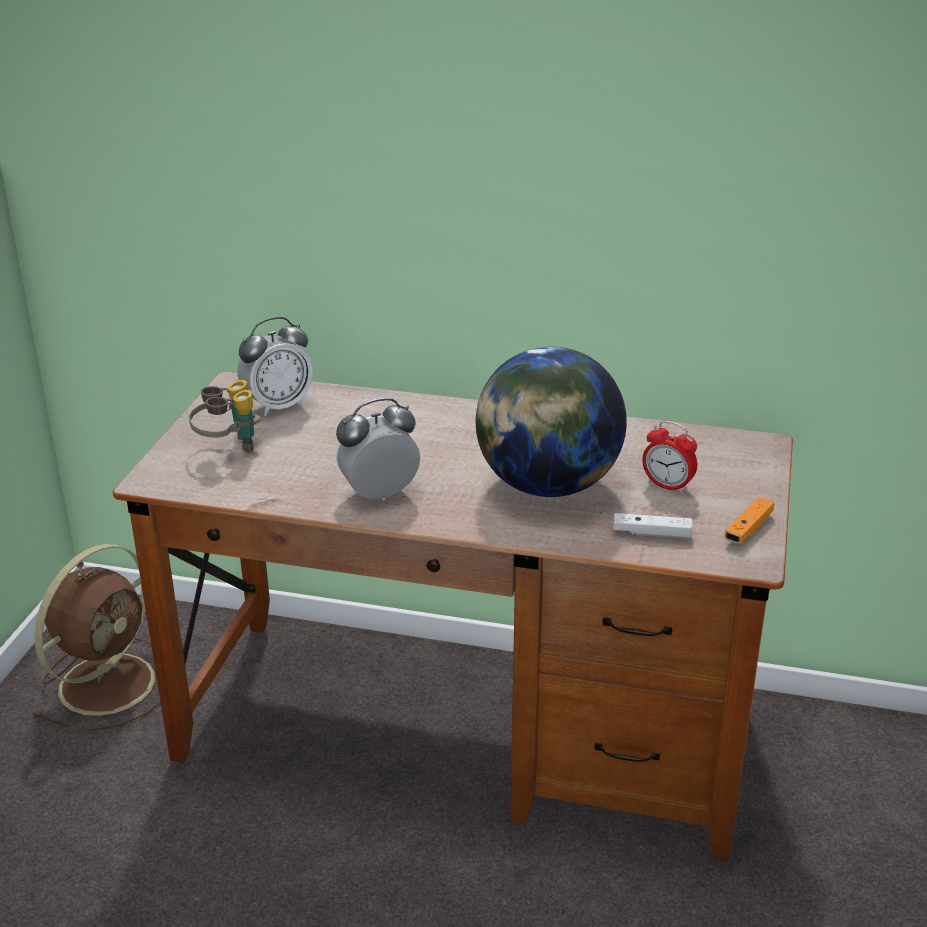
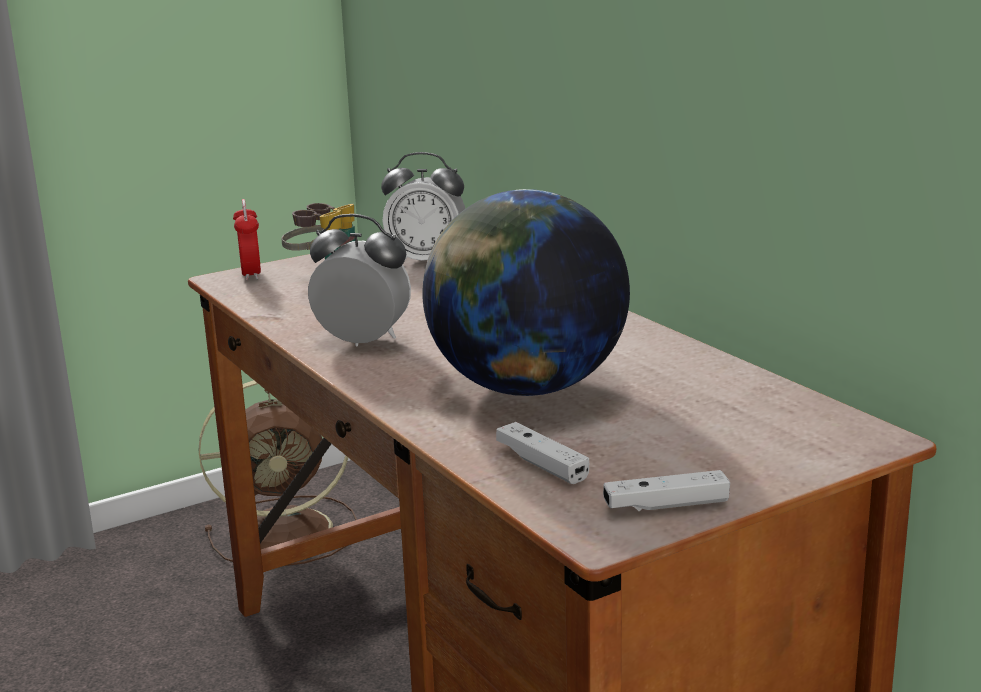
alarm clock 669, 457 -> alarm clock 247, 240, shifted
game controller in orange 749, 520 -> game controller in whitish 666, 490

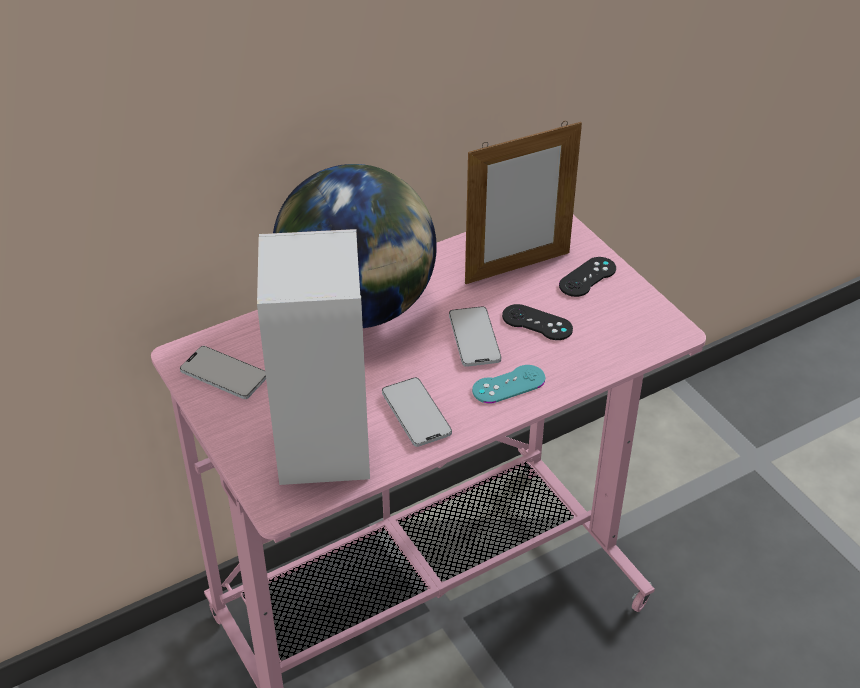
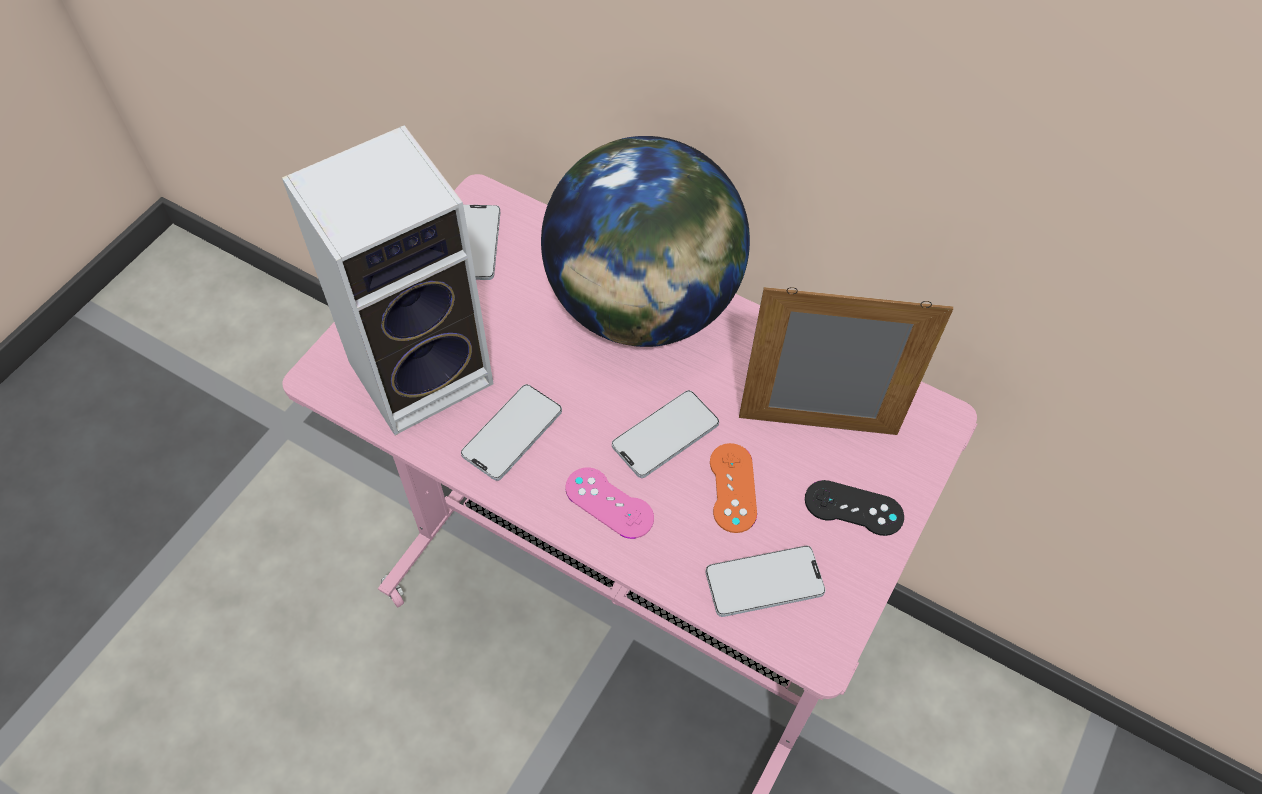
none -> handset 765, 581
game controller in turquoise-coloured 508, 384 -> game controller in pinkish 609, 503
game controller in blackish 537, 322 -> game controller in orange 733, 488
photo frame 523, 202 -> photo frame 846, 361, 150 degrees clockwise

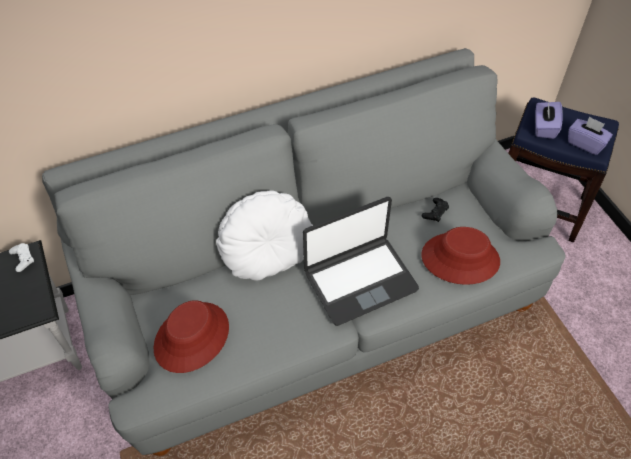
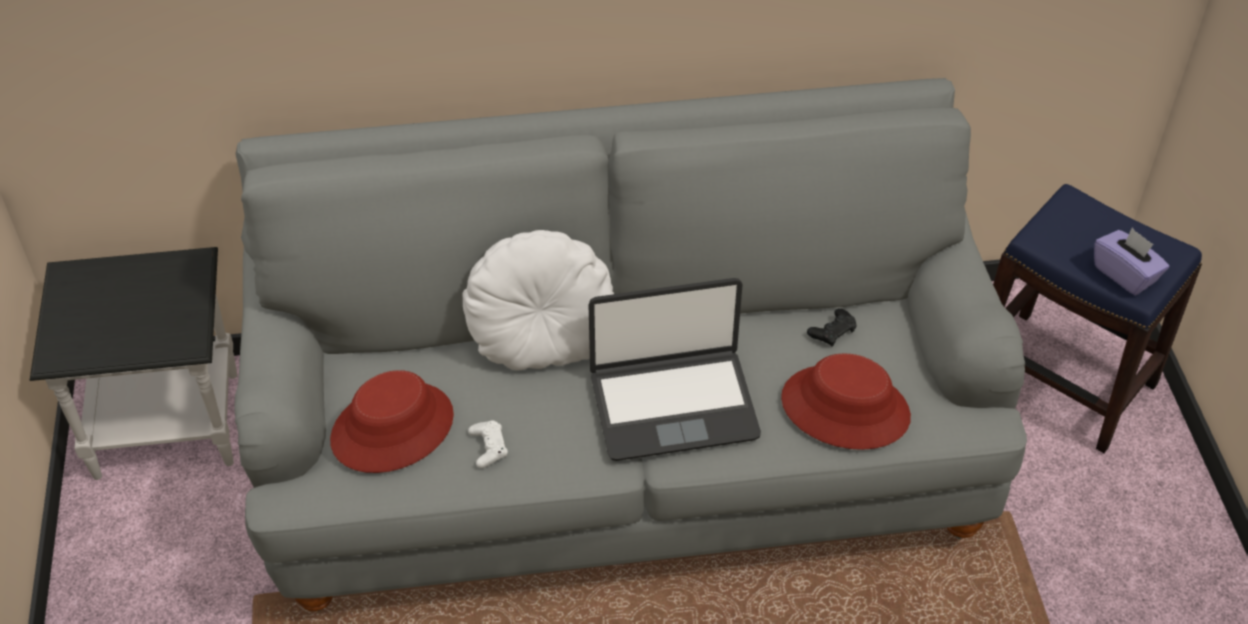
tissue holder in purple-coloured 549, 120 -> none
game controller in whitish 21, 257 -> game controller in whitish 488, 444, shifted

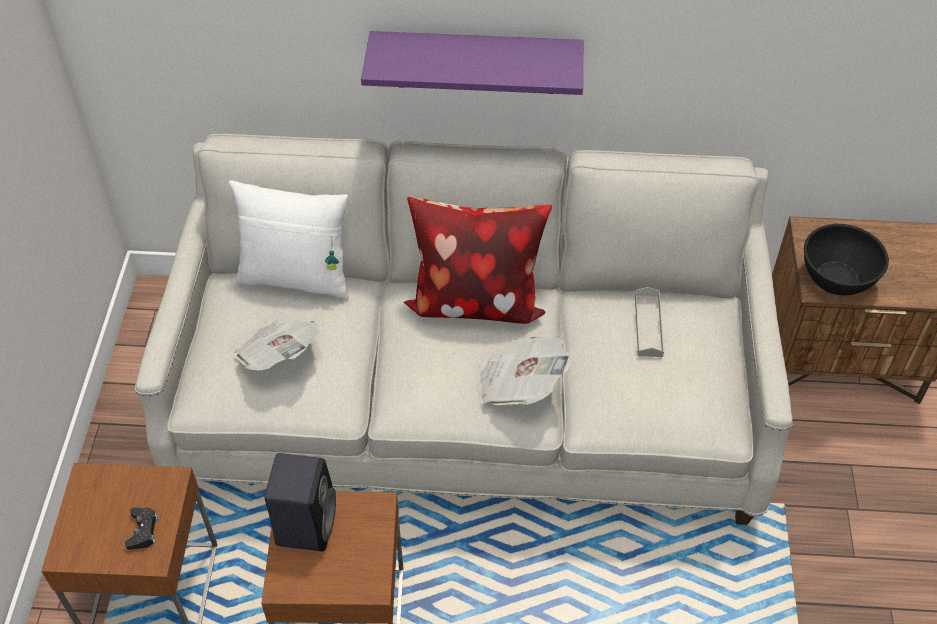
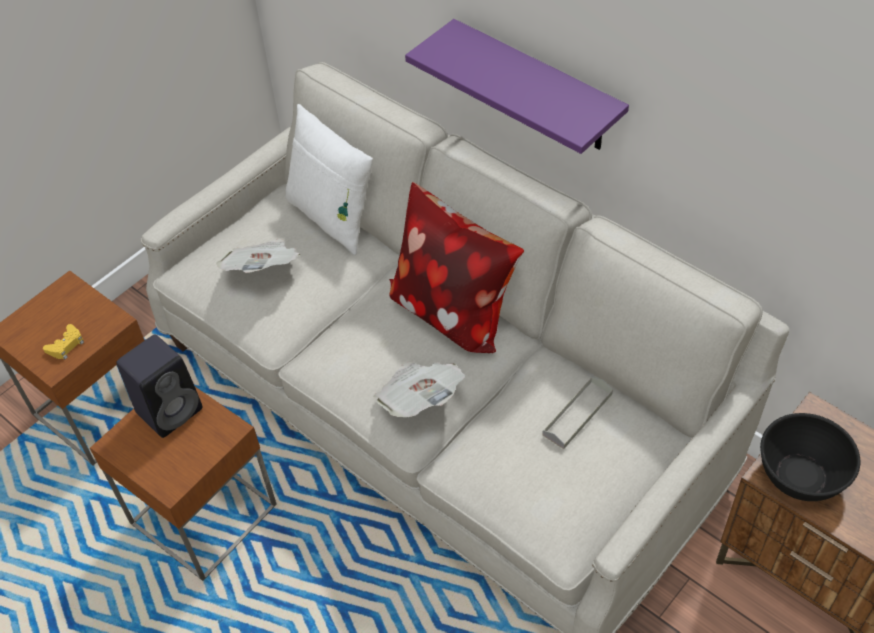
game controller in blackish 142, 528 -> game controller in yellow 63, 341

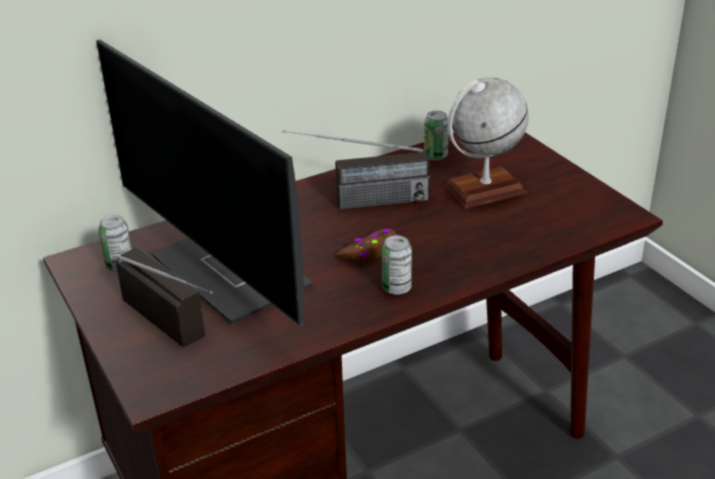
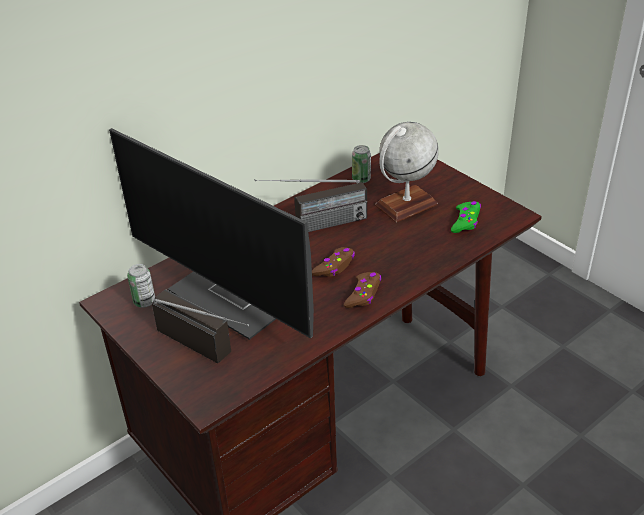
none -> game controller in green 466, 217
metal can 397, 265 -> game controller in brown 362, 290

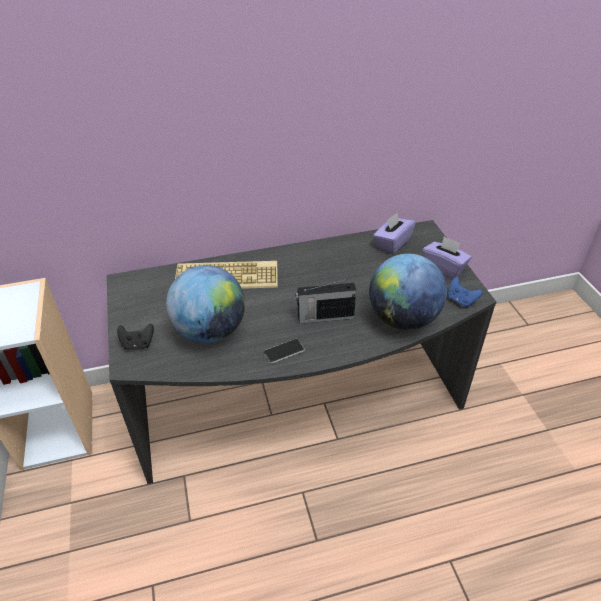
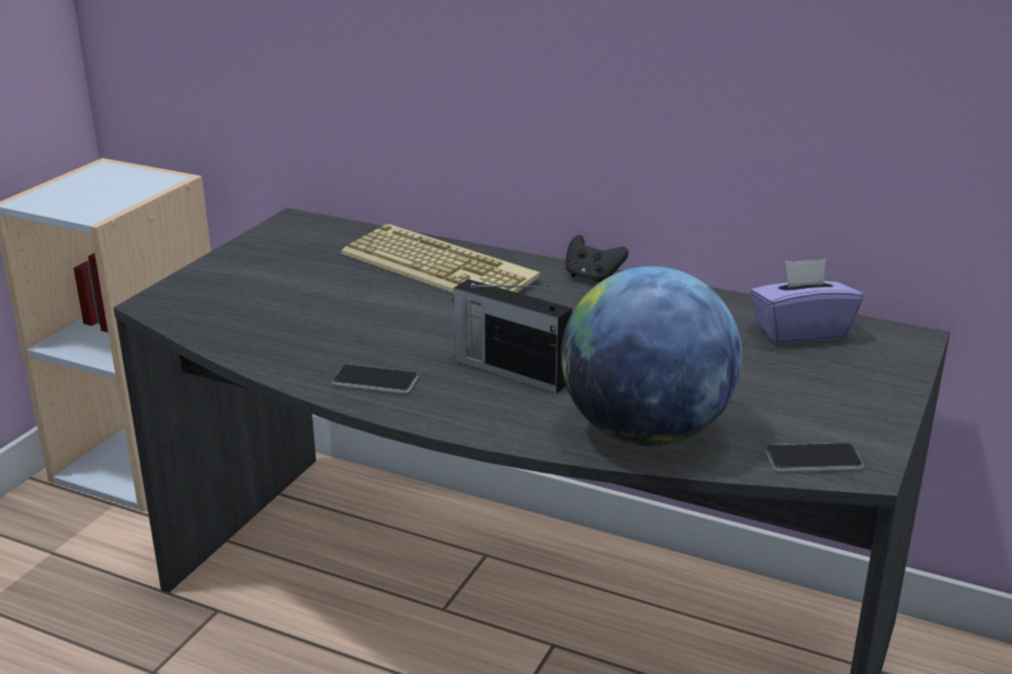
world globe 205, 304 -> none
tissue holder in purple-coloured 447, 257 -> none
game controller in blackish 135, 337 -> game controller in blackish 596, 258, shifted
game controller in blue 465, 292 -> handset 814, 457

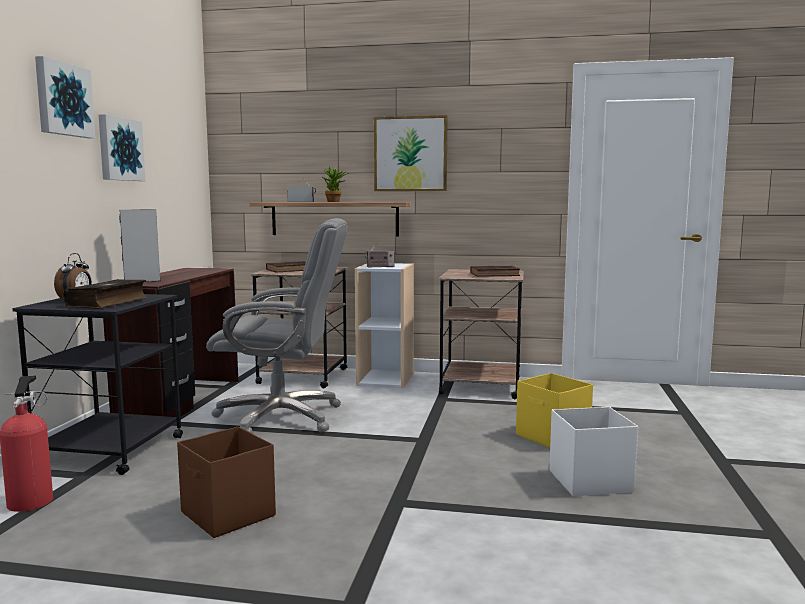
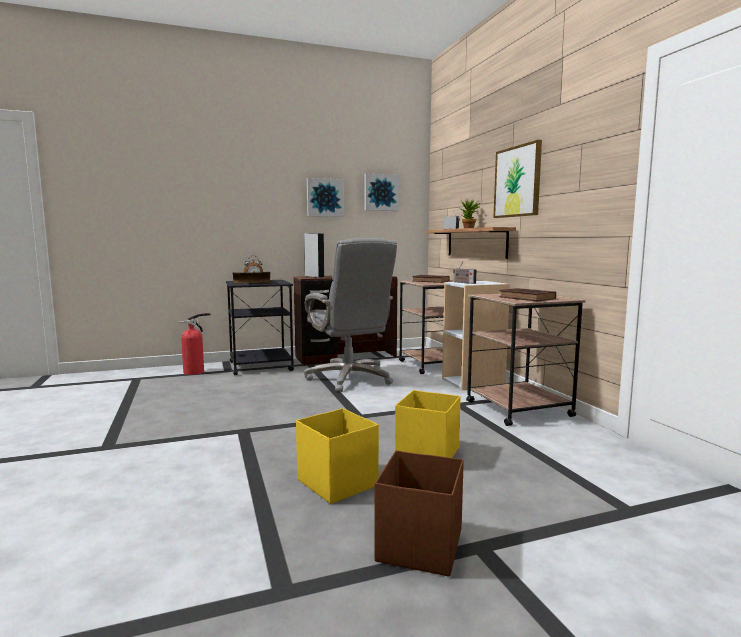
wall picture 65, 97 -> wall picture 381, 192, shifted
storage bin in brown 226, 482 -> storage bin in brown 419, 513, shifted
storage bin in whitish 593, 451 -> storage bin in yellow 337, 456

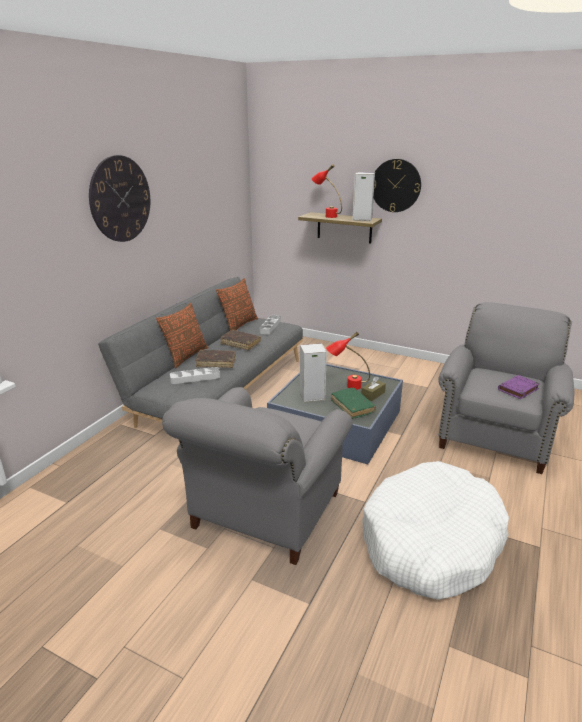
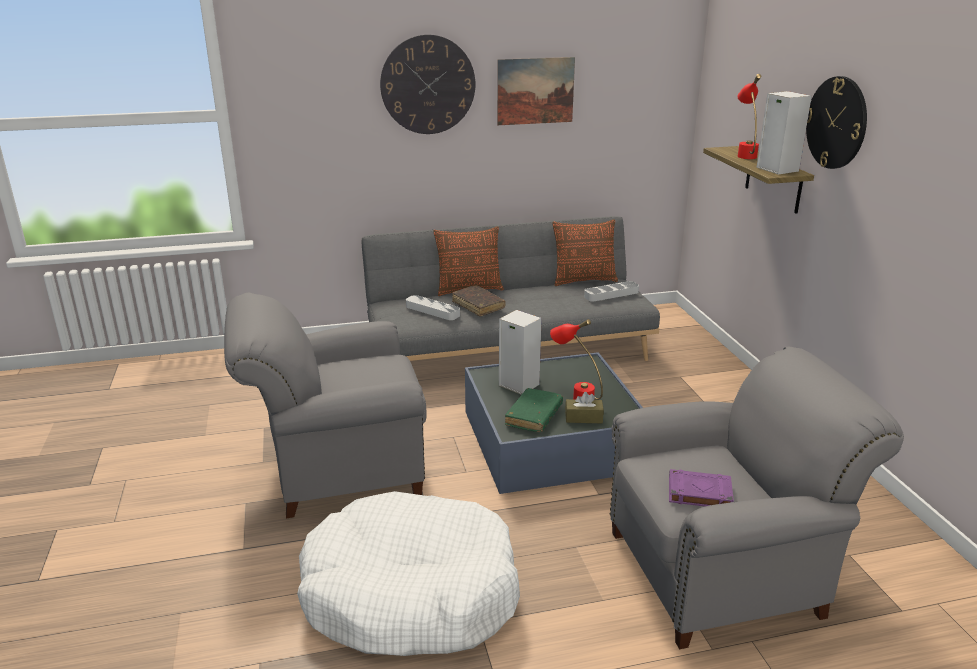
bound book in brown 240, 340 -> none
none -> wall picture 536, 91

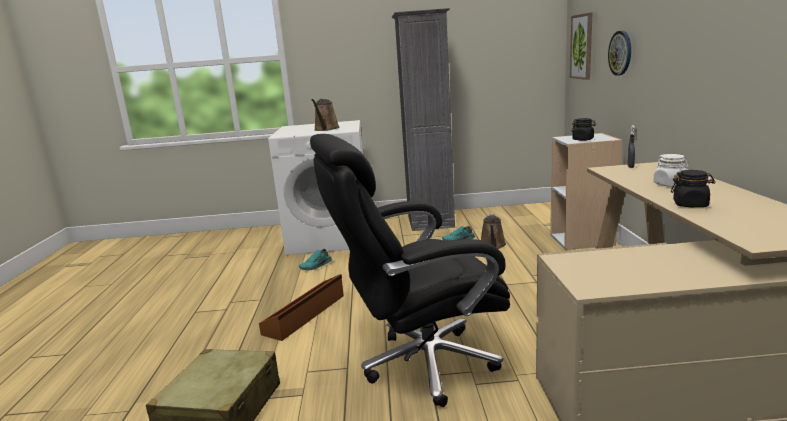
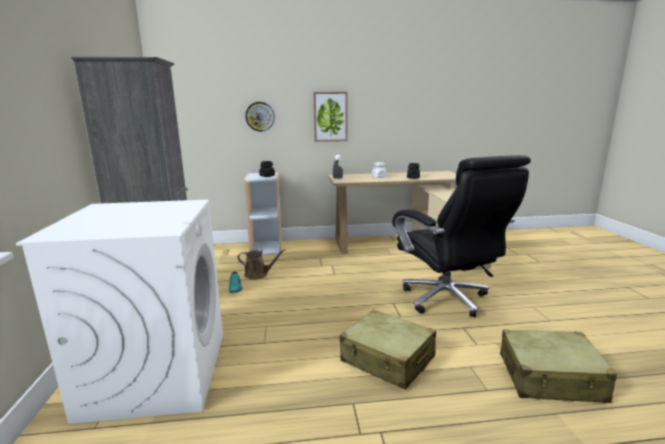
low shoe in turquoise-coloured 315, 259 -> none
watering pot in brown 325, 115 -> none
wall picture 581, 46 -> wall picture 330, 117, shifted
storage bin in brown 301, 307 -> travel case in sand-coloured 387, 350

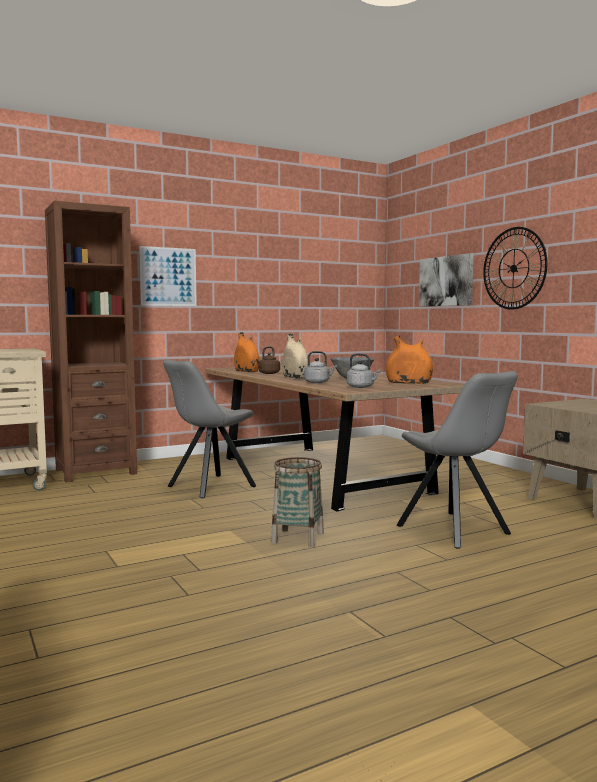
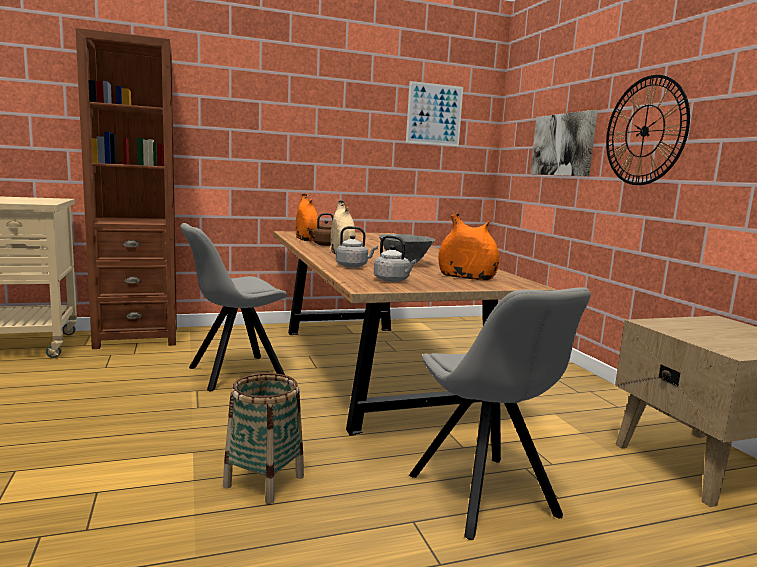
wall picture 168, 276 -> wall picture 434, 113, shifted

